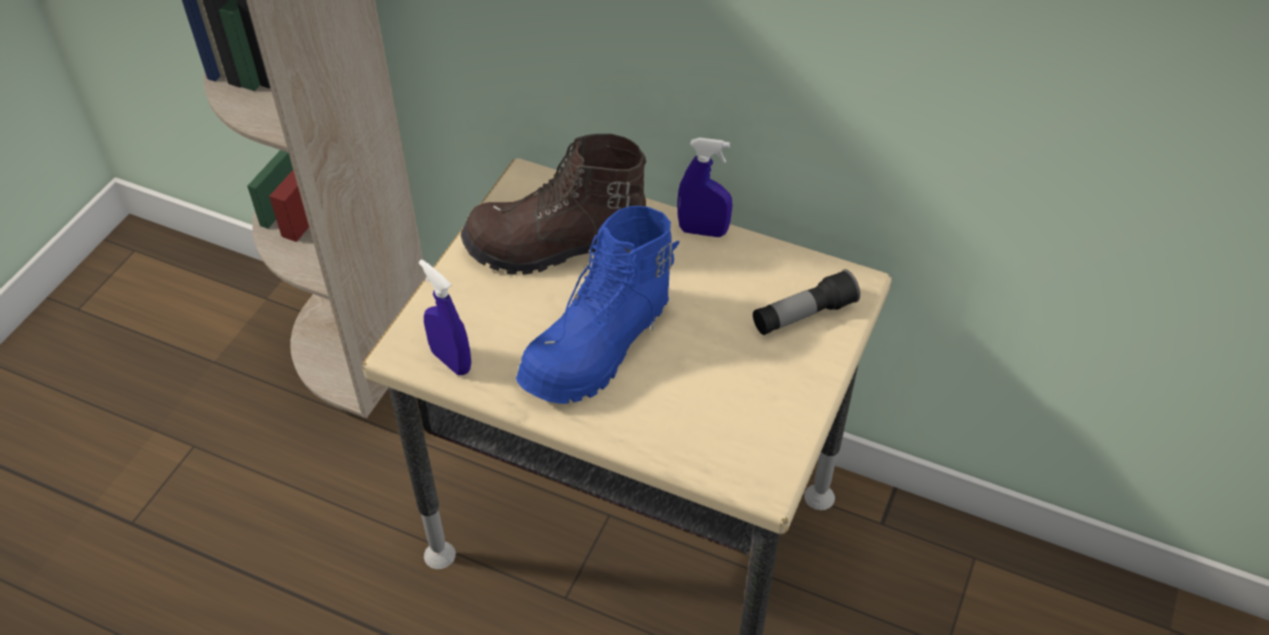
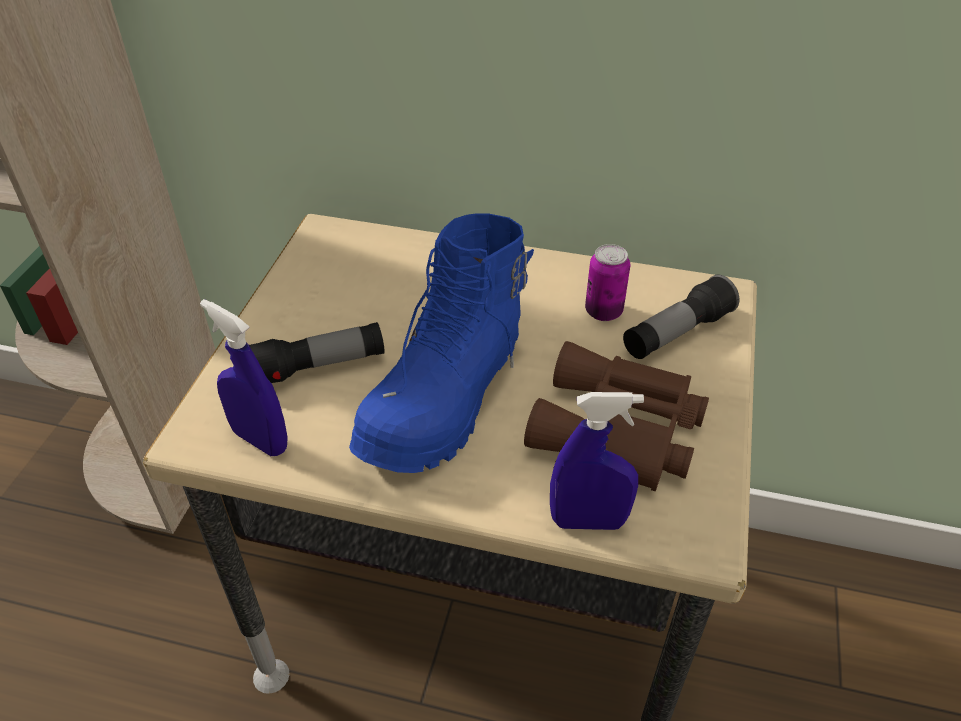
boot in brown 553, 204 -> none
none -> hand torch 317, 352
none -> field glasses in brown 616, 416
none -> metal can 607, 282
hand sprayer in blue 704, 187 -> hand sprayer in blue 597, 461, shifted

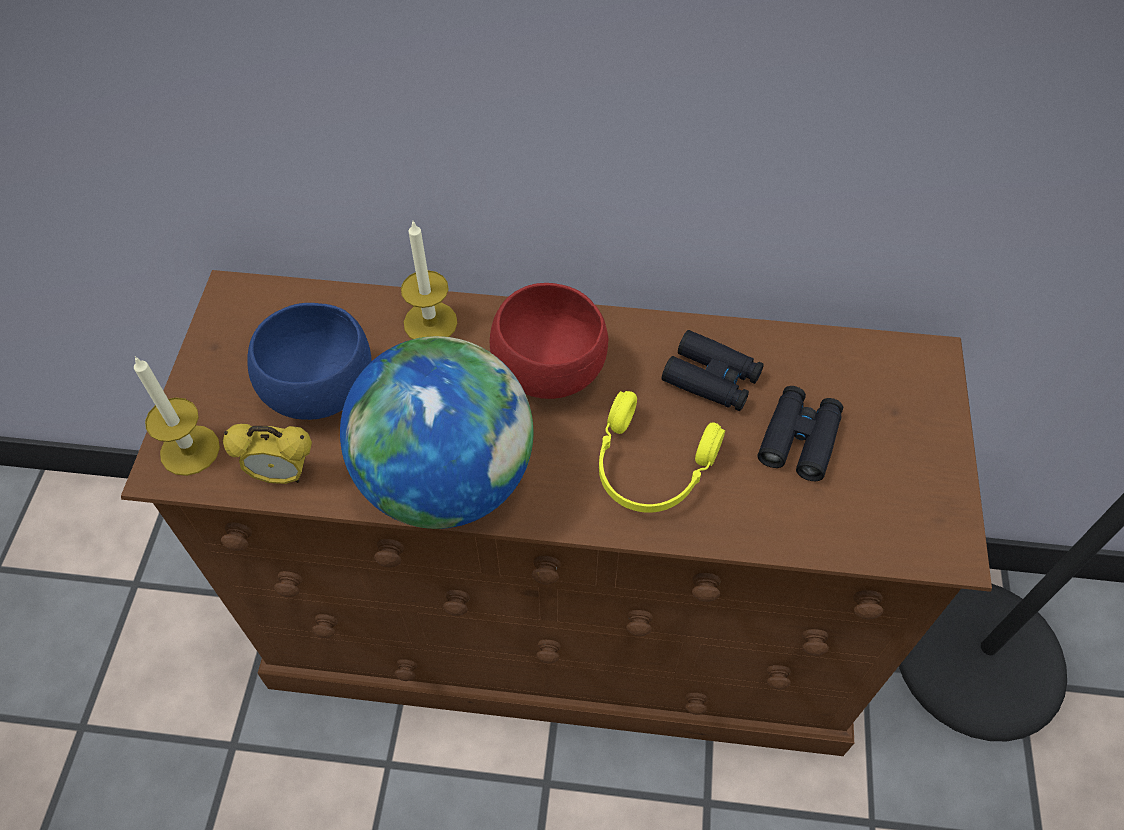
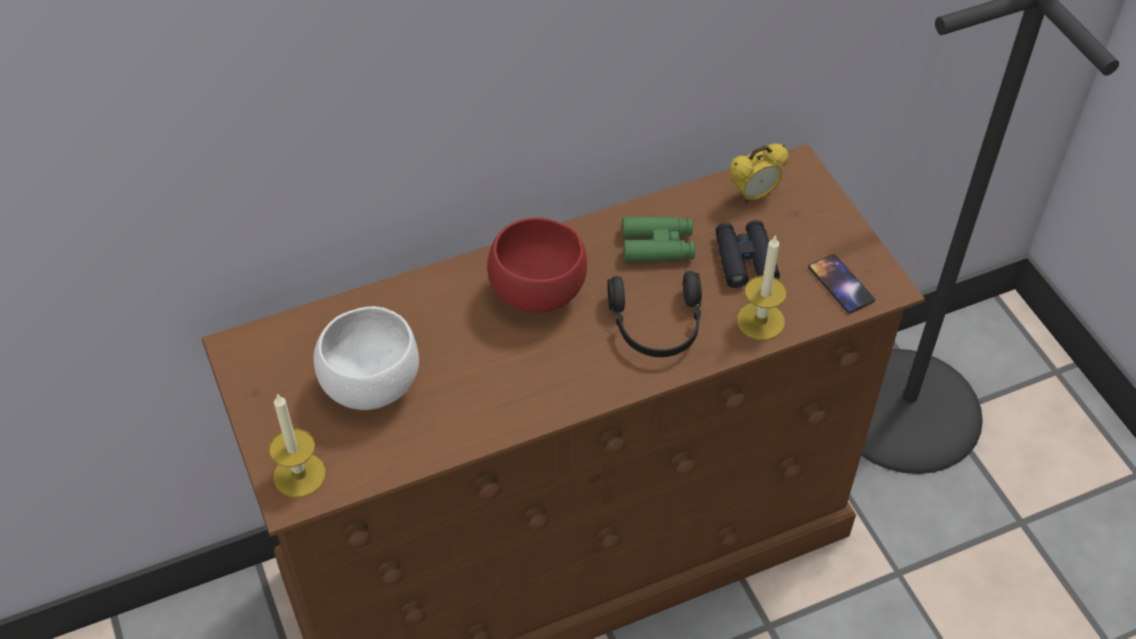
world globe 436, 432 -> none
none -> handset 841, 283
alarm clock 267, 454 -> alarm clock 759, 173, shifted
wax light 429, 280 -> wax light 762, 287, shifted
deep dish in blue 309, 361 -> deep dish in whitish 366, 358
headset in yellow 662, 452 -> headset in blackish 654, 314
field glasses in blackish 713, 370 -> field glasses in green 659, 239

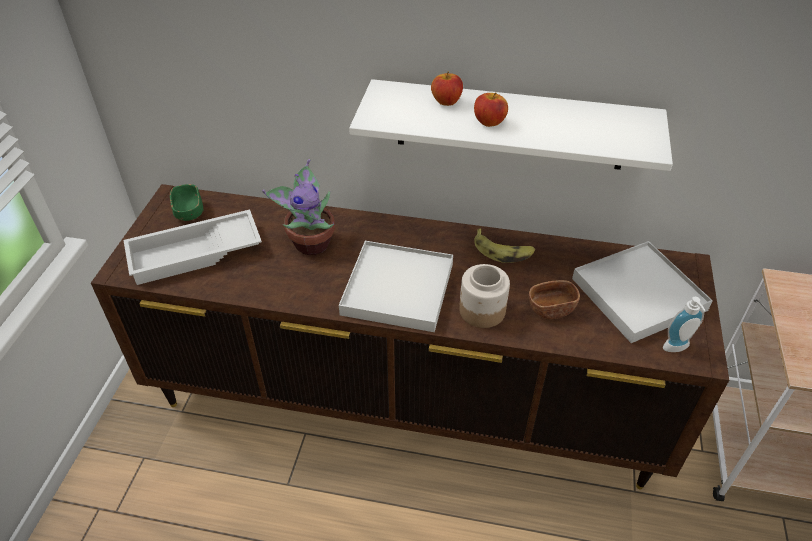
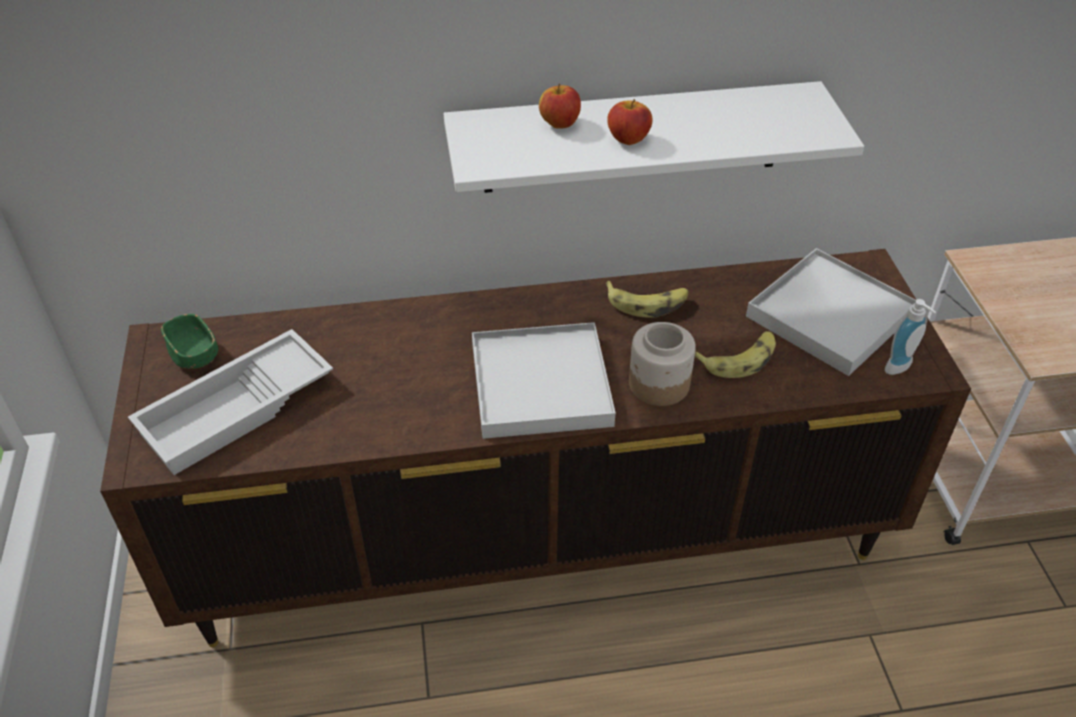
plant in a pot 298, 207 -> none
deep dish in brown 554, 299 -> banana fruit 735, 354

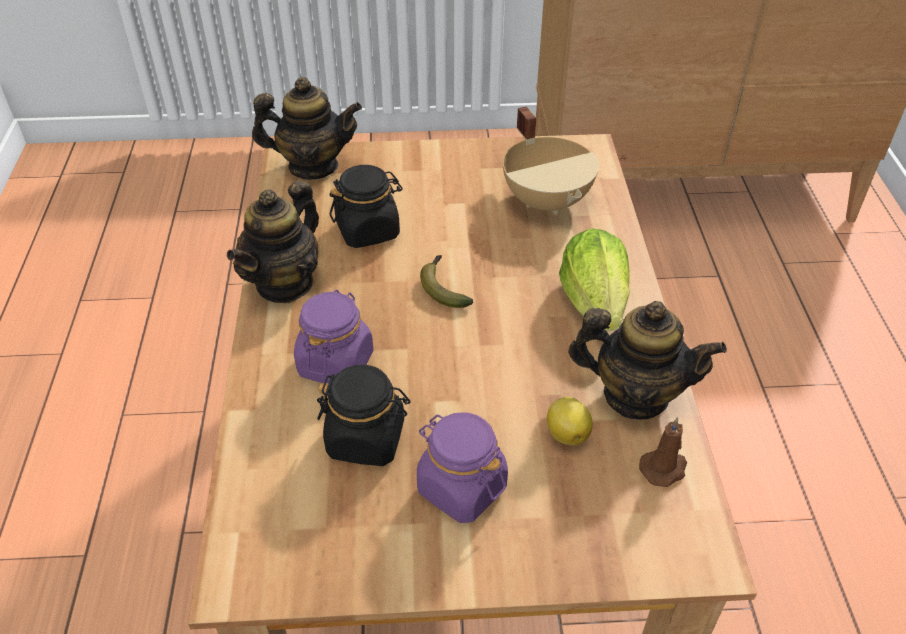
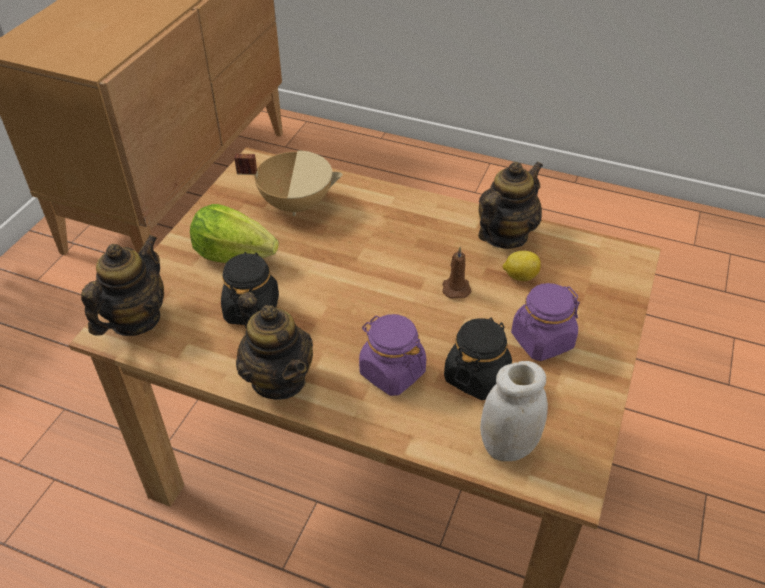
banana fruit 447, 281 -> none
none -> jar in whitish 514, 411
lettuce 594, 279 -> lettuce 234, 233, shifted
wax light in brown 663, 452 -> wax light in brown 457, 273, shifted

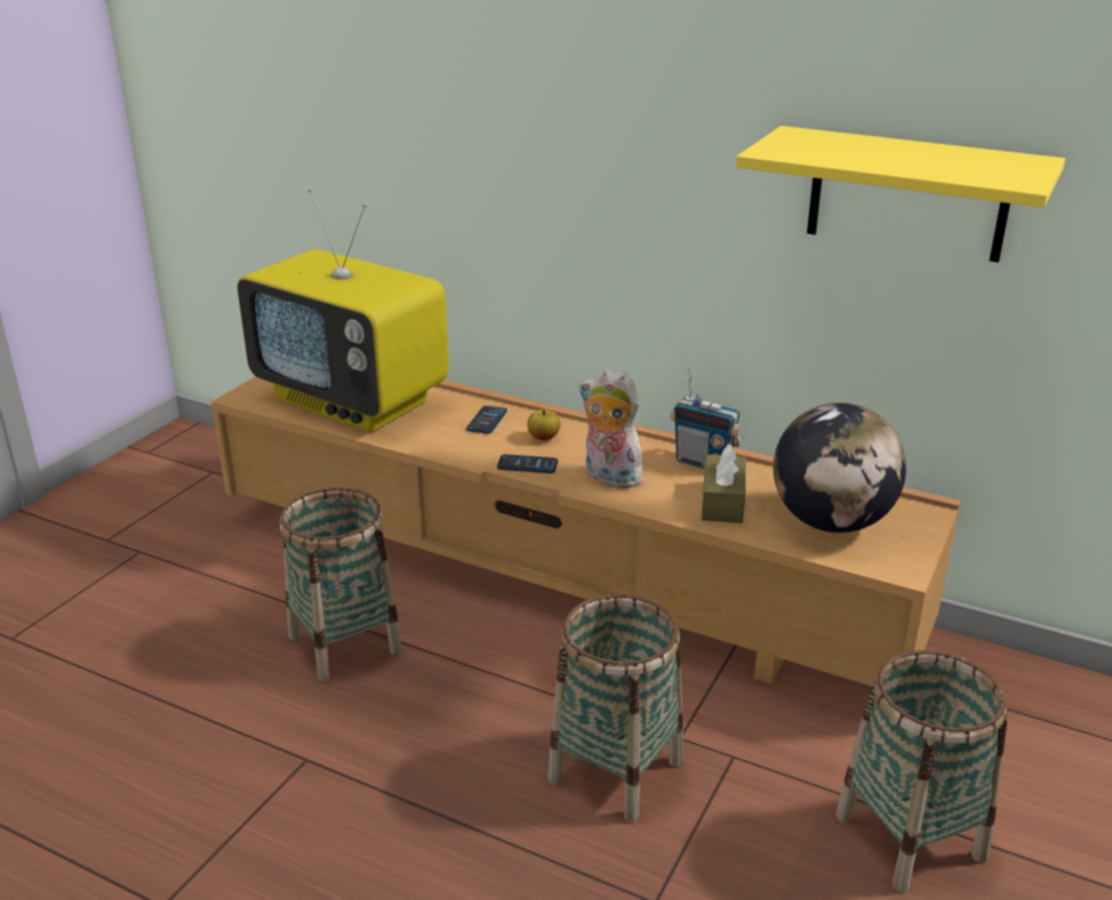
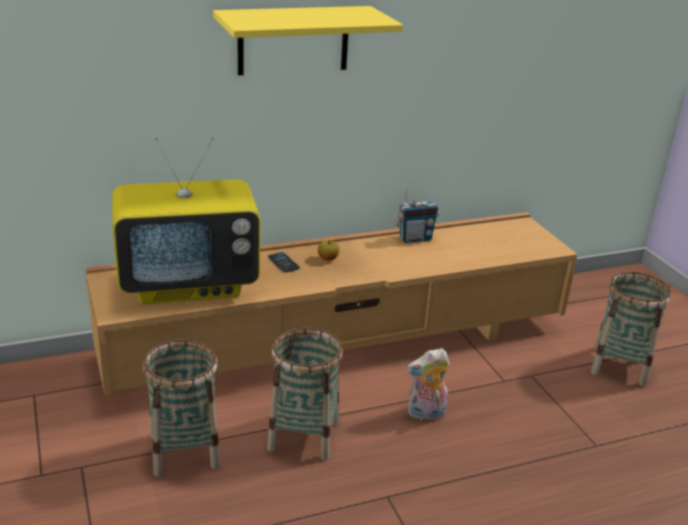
handset 527, 463 -> none
tissue holder in brown 723, 483 -> none
world globe 839, 468 -> none
storage basket 615, 708 -> storage basket 181, 408, shifted
plush toy 614, 428 -> plush toy 428, 384, shifted
wall shelf in yellow 900, 194 -> wall shelf in yellow 308, 40, shifted

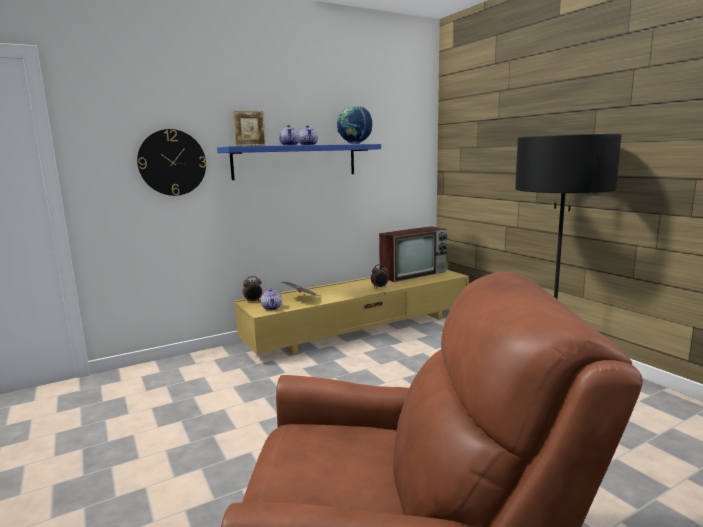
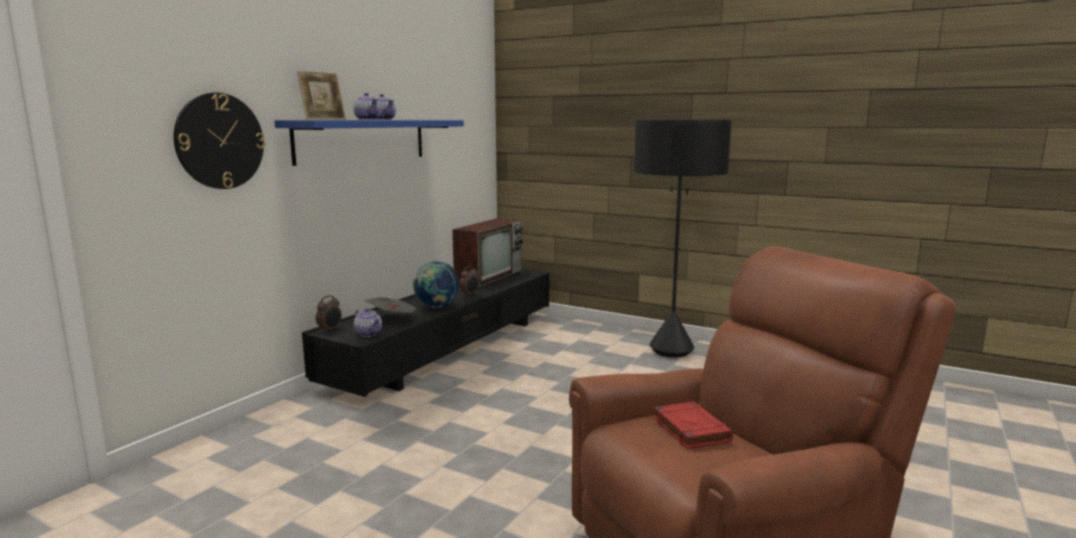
none -> bound book in red-coloured 694, 425
world globe 355, 125 -> world globe 436, 284, shifted
tv stand in sand-coloured 352, 312 -> tv stand in blackish 425, 333

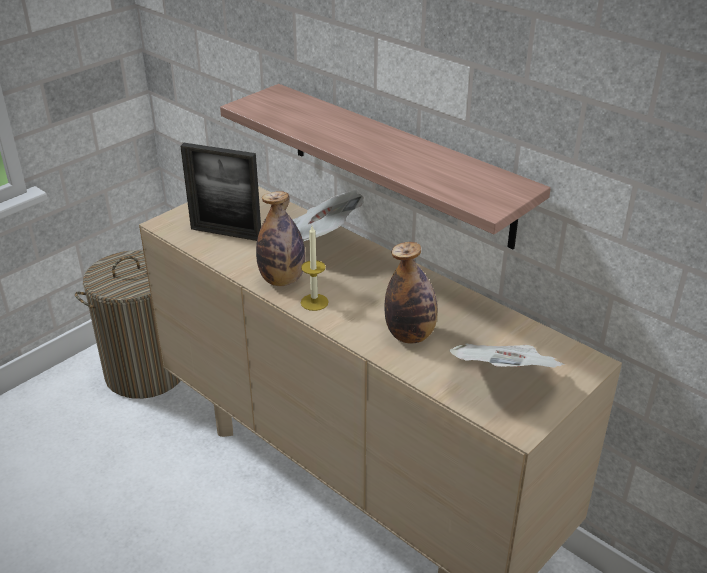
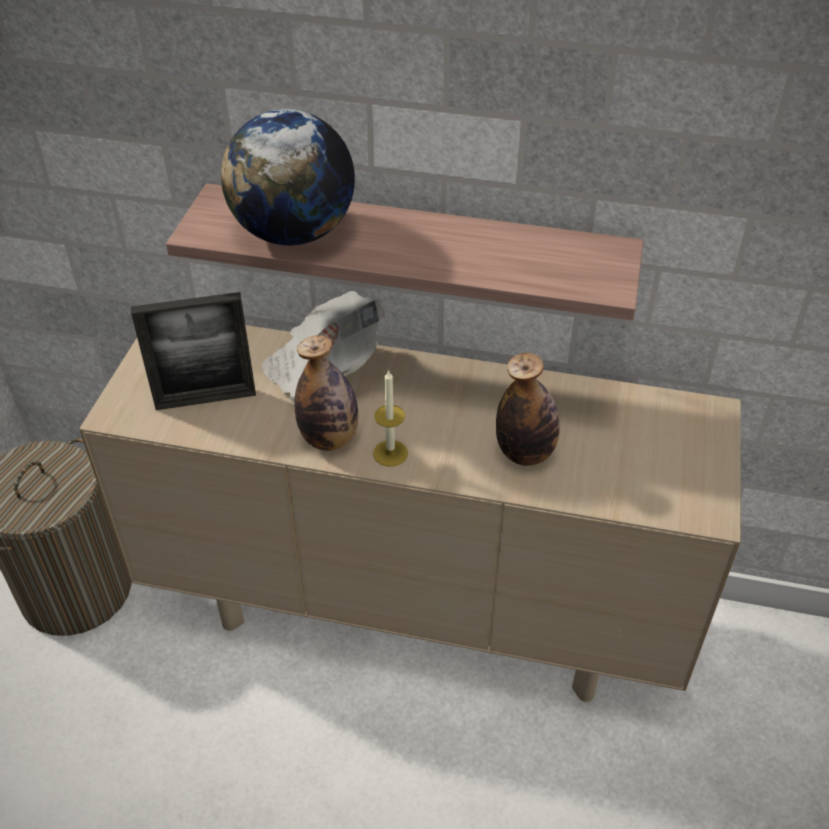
printed paper 507, 355 -> none
none -> world globe 288, 177

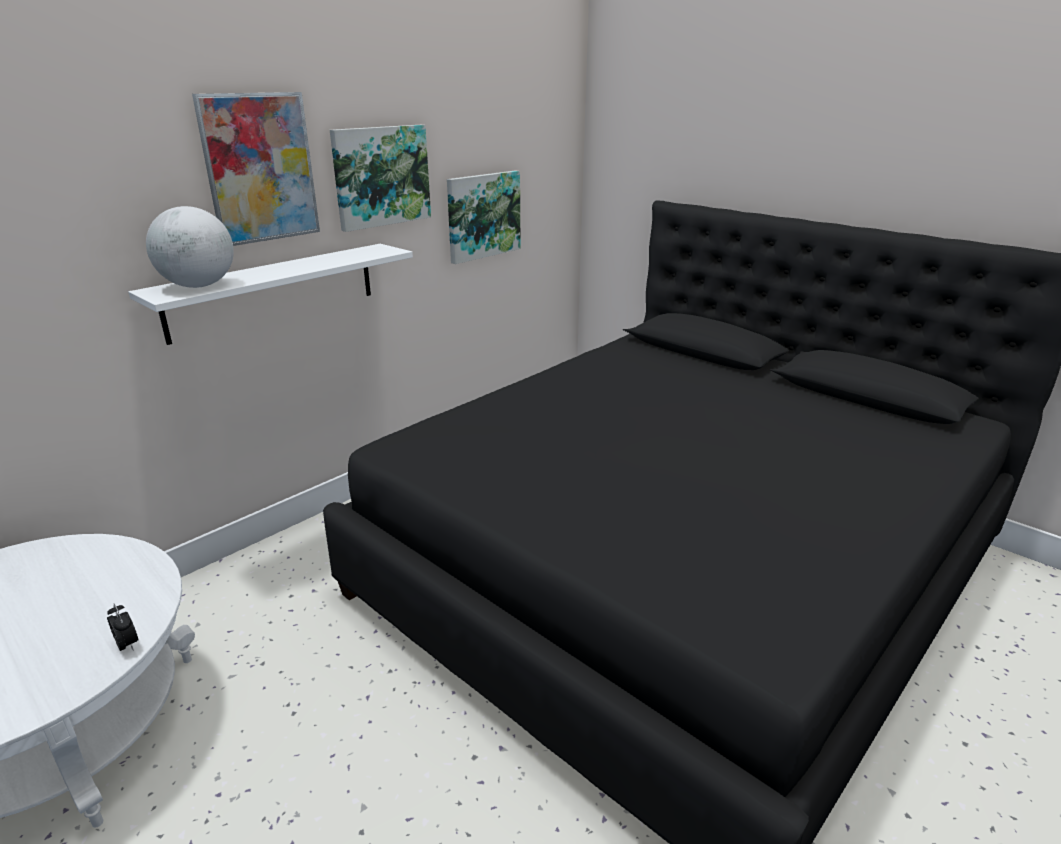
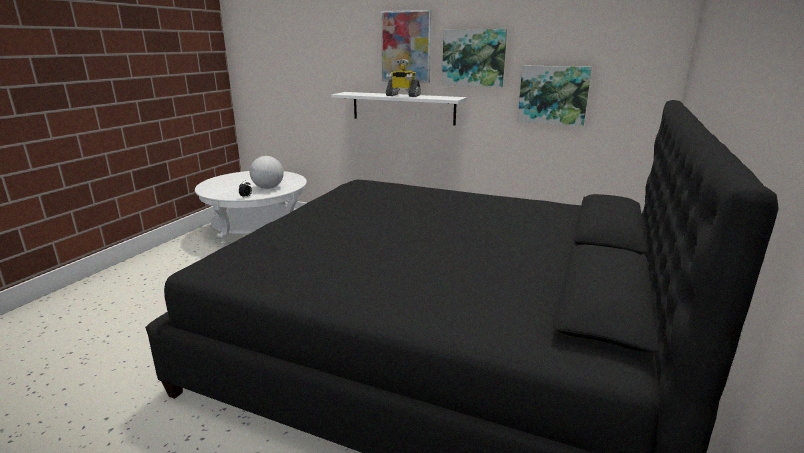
none -> robot figure 403, 78
world globe 190, 247 -> world globe 267, 172, shifted

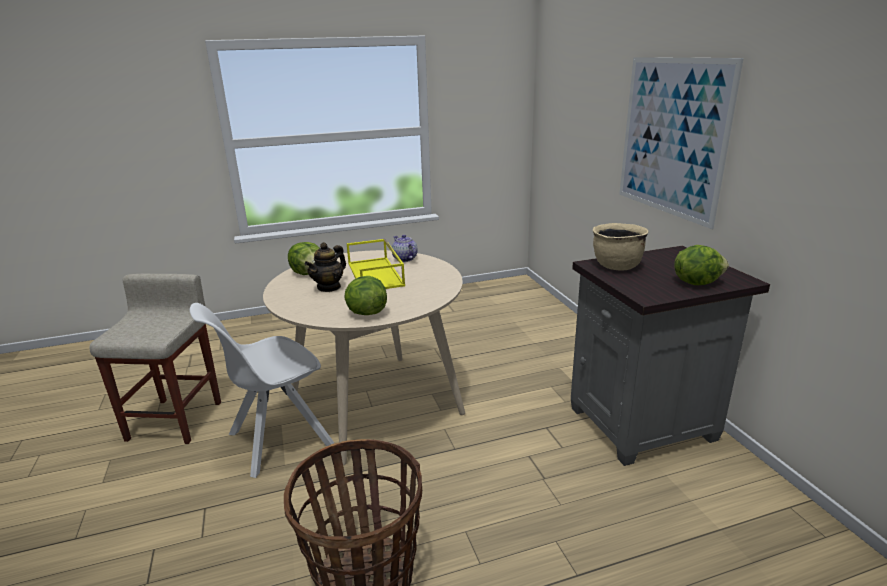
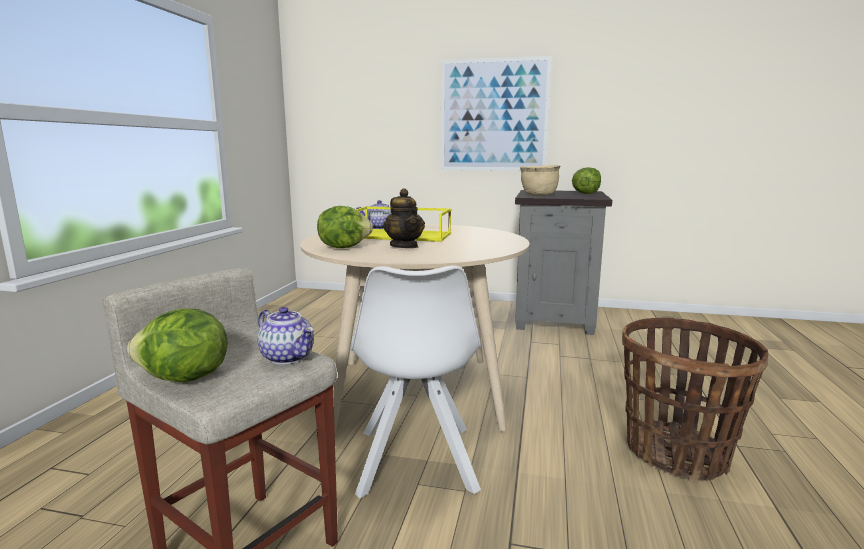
none -> tea pot 285, 335
lettuce 365, 295 -> lettuce 177, 345, shifted

